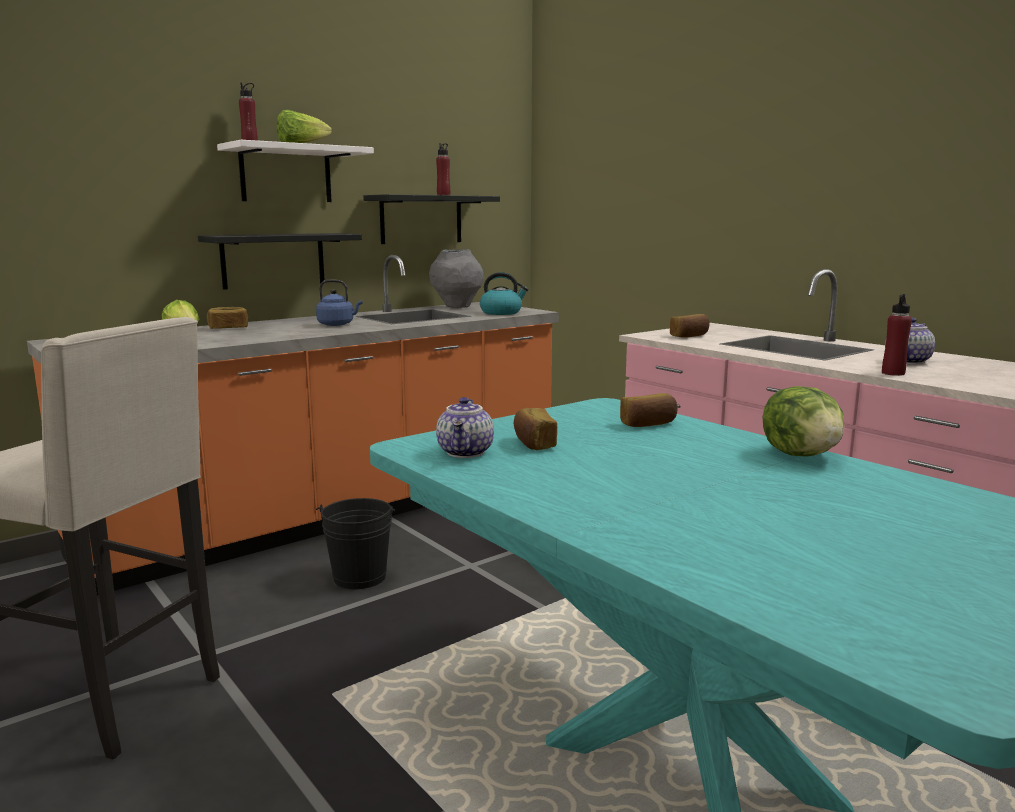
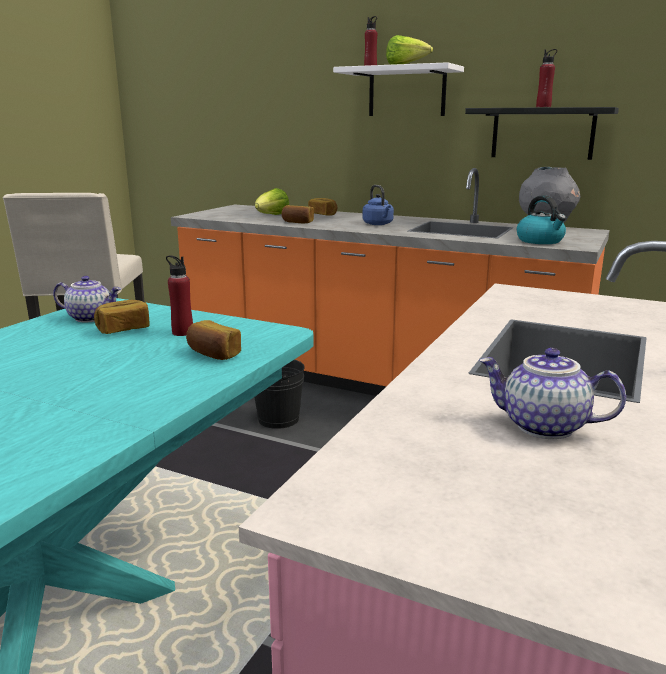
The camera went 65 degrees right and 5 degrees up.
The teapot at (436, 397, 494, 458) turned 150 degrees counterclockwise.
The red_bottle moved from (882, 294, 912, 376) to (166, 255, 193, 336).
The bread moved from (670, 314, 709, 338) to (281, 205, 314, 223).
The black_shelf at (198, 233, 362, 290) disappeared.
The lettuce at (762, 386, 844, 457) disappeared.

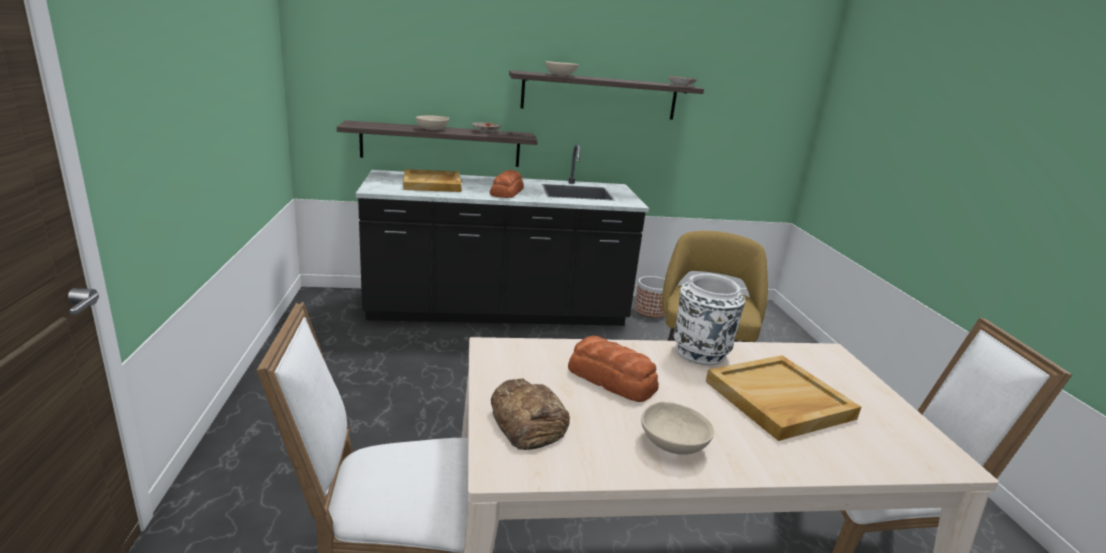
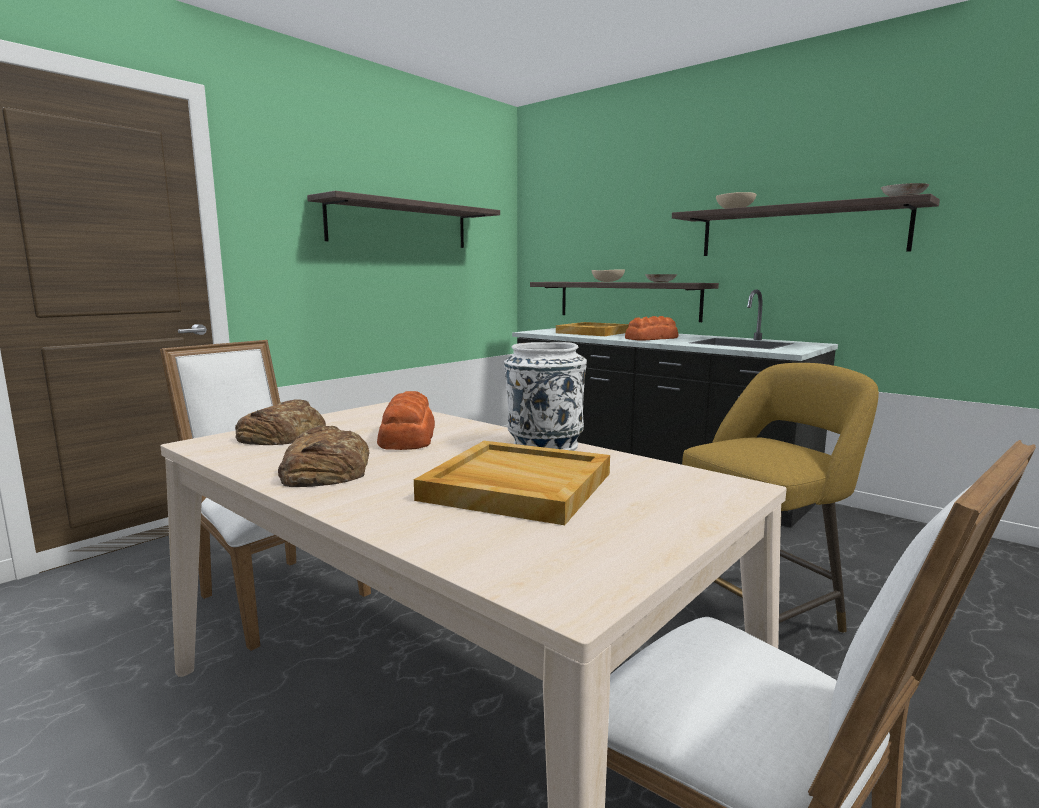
The camera went 50 degrees right and 10 degrees down.
The beige_bowl at (641, 402, 714, 455) was replaced by the bread at (278, 426, 370, 487).
The shelf at (307, 191, 500, 248) appeared.
The planter at (634, 276, 666, 318) disappeared.

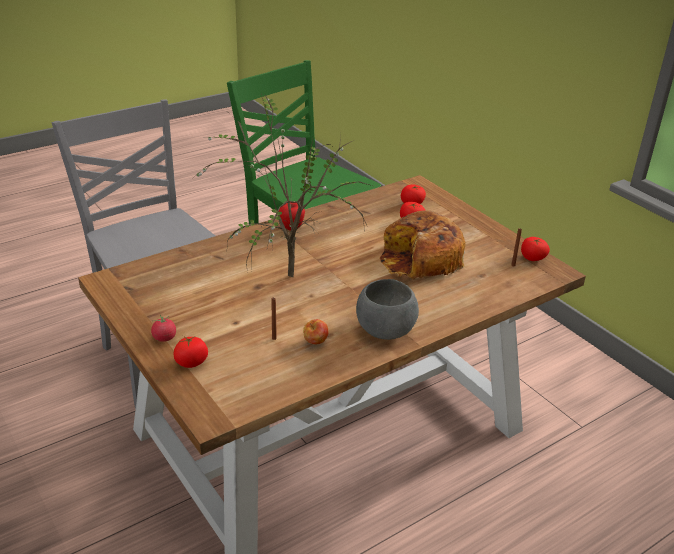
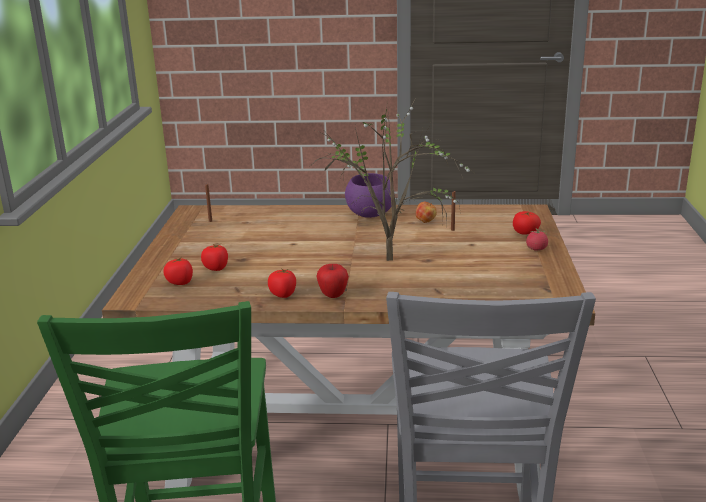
The camera went 140 degrees left and 10 degrees down.
The tomato moved from (521, 237, 550, 261) to (268, 268, 296, 298).
The grey_bowl at (356, 279, 419, 340) became the purple_bowl at (345, 173, 391, 218).
The bread at (379, 210, 466, 280) disappeared.

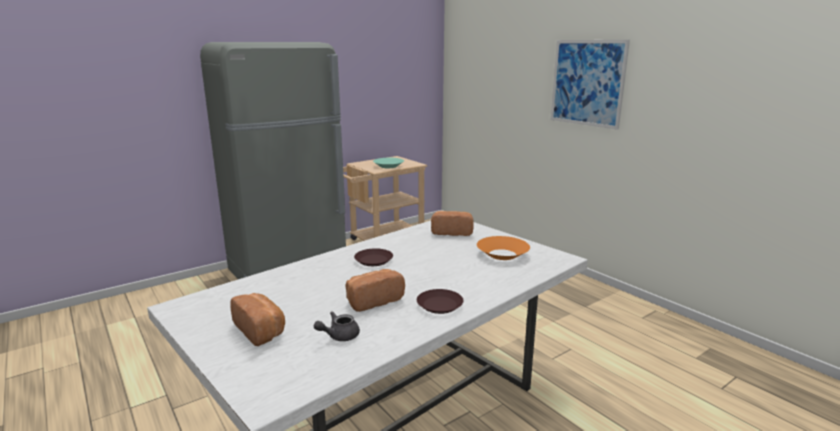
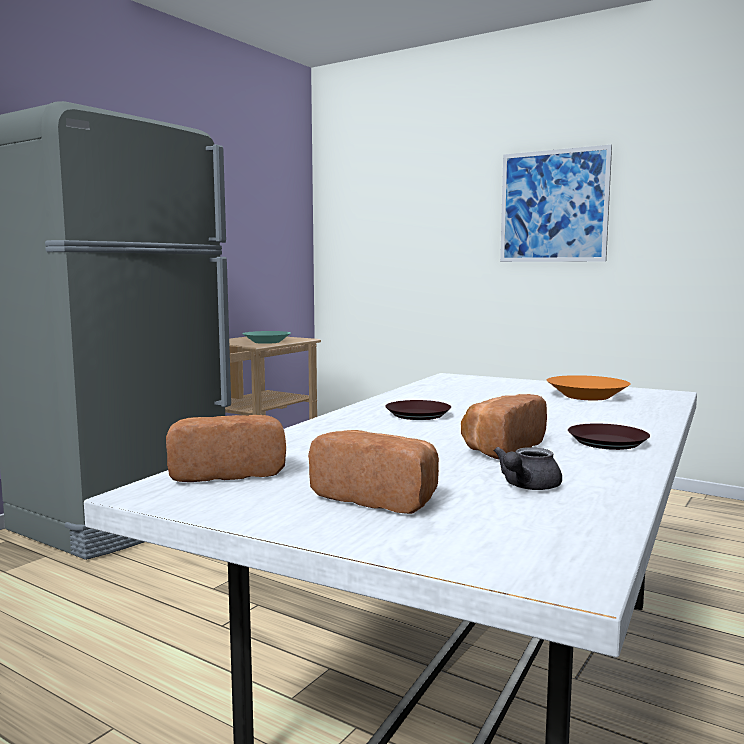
The camera went 20 degrees left and 10 degrees down.
The bread moved from (431, 211, 474, 236) to (166, 415, 286, 482).

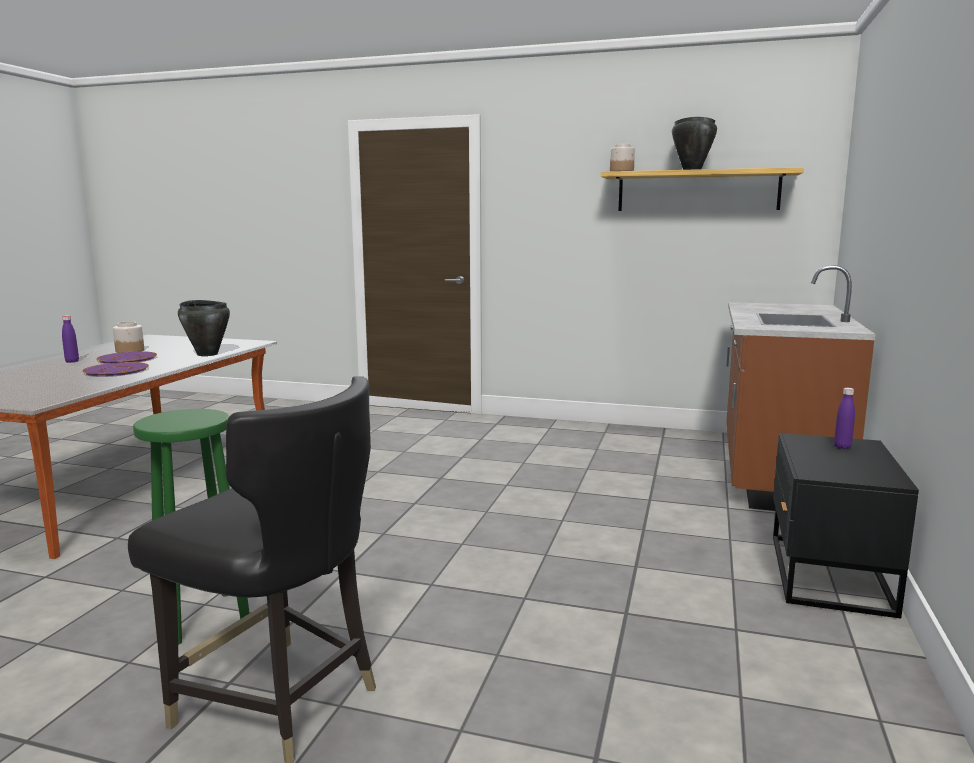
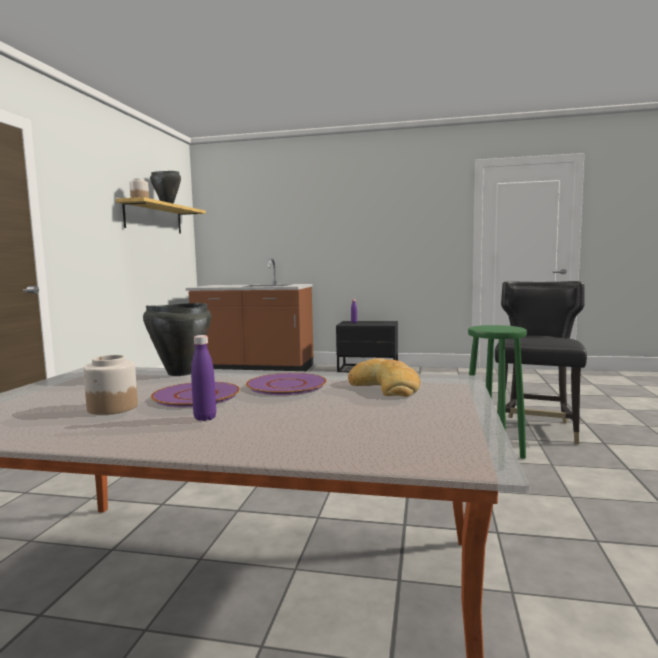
The camera went 95 degrees left and 5 degrees down.
The bread at (348, 358, 421, 397) appeared.

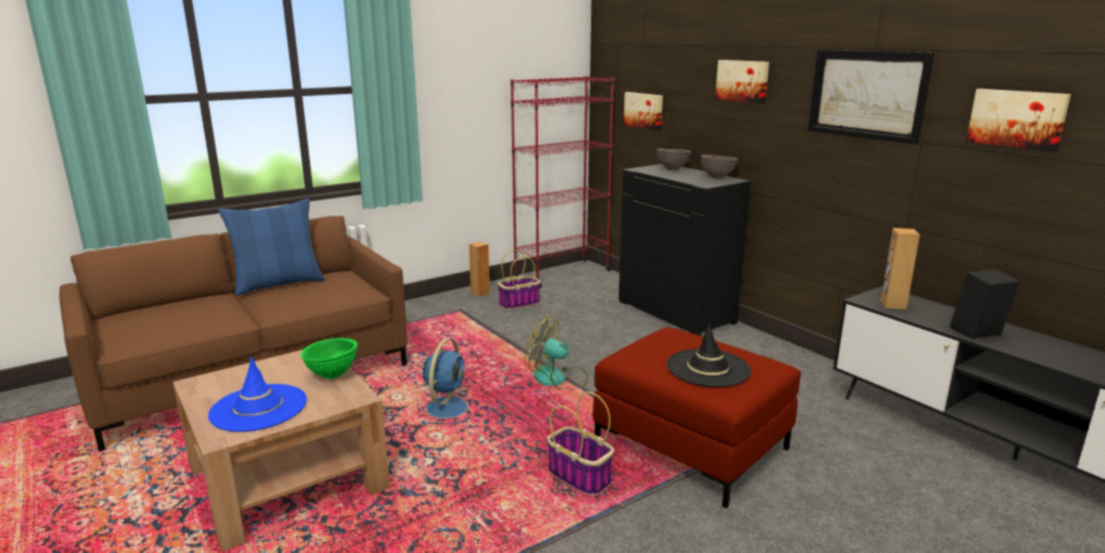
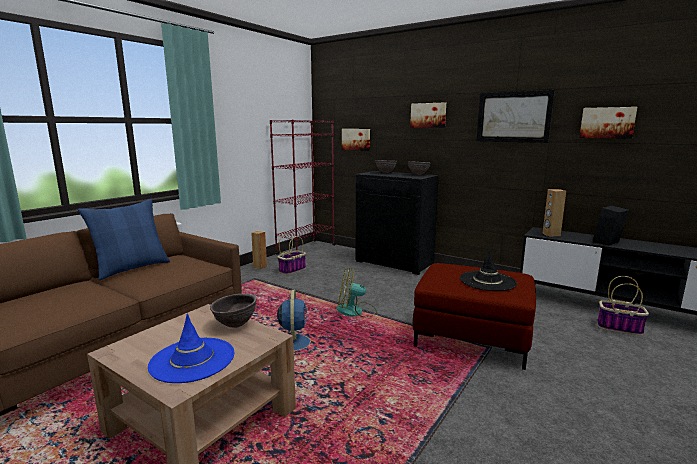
The camera went 20 degrees left and 5 degrees down.
The green_bowl at (301, 338, 358, 379) became the brown_bowl at (210, 294, 257, 328).
The basket moved from (547, 392, 614, 496) to (597, 276, 649, 336).

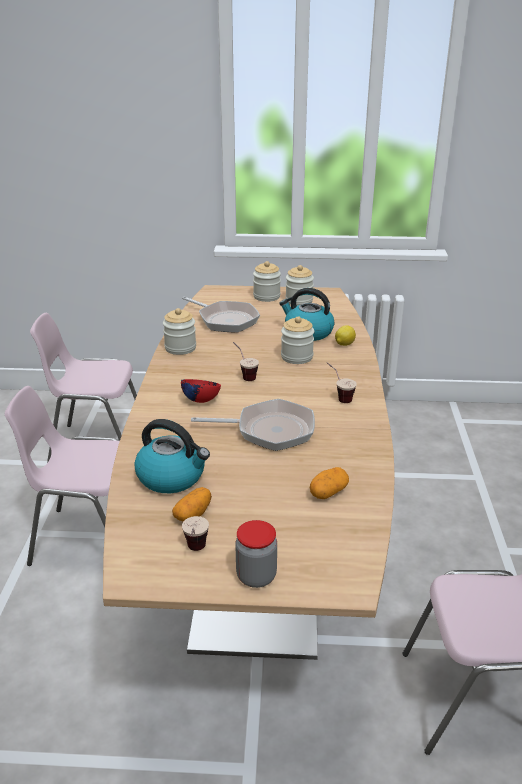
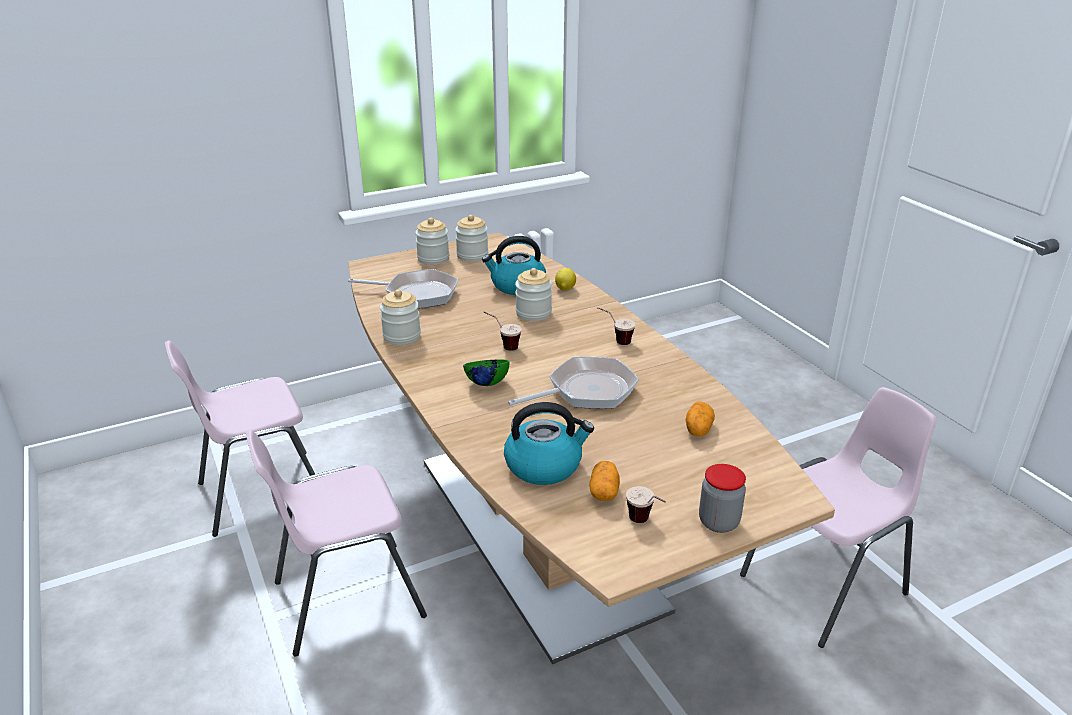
The camera went 30 degrees left and 0 degrees up.
The red_bowl at (181, 379, 221, 403) became the green_bowl at (463, 360, 509, 386).

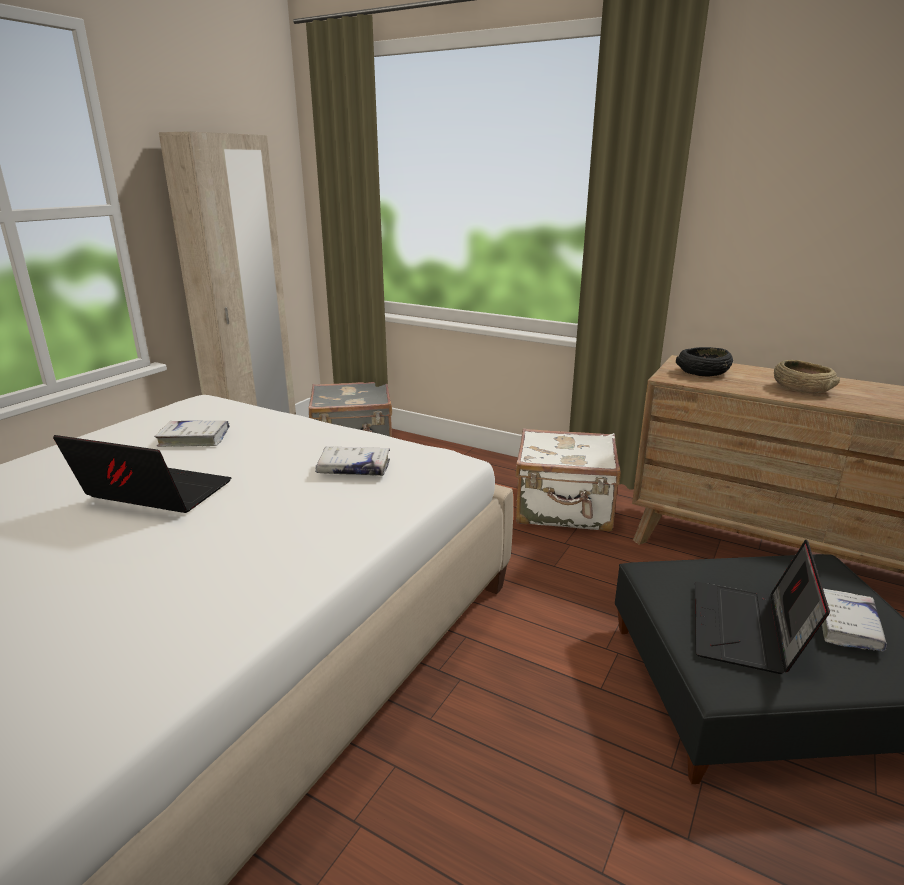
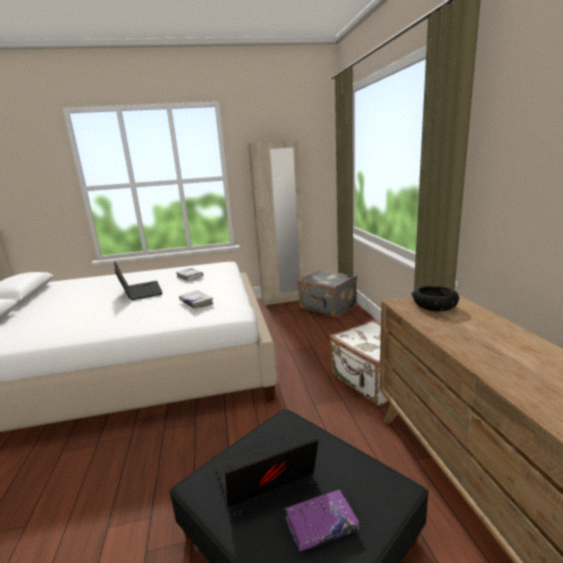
The camera went 50 degrees right and 5 degrees down.
The white_book at (822, 588, 887, 651) became the purple_book at (285, 490, 359, 551).
The beige_bowl at (774, 360, 840, 394) disappeared.

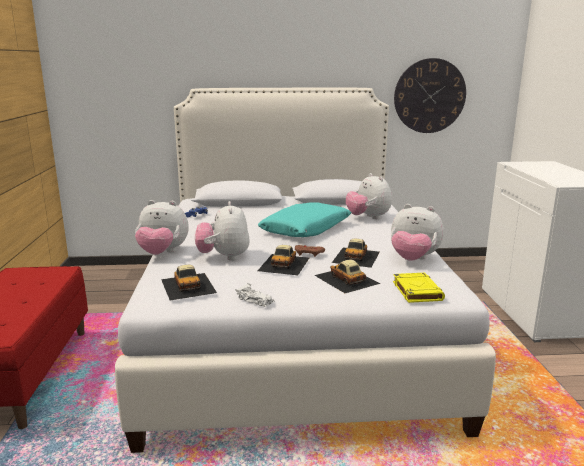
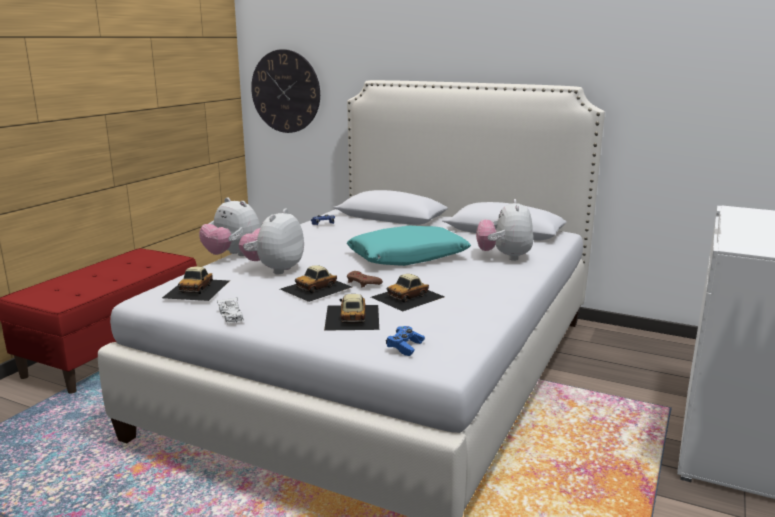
The camera went 30 degrees right and 0 degrees up.
The wall_clock moved from (394, 58, 466, 133) to (251, 49, 320, 133).
The yellow_book at (393, 273, 445, 303) was replaced by the blue_game_controller at (386, 326, 425, 356).
The plush_toy at (391, 204, 444, 261) disappeared.

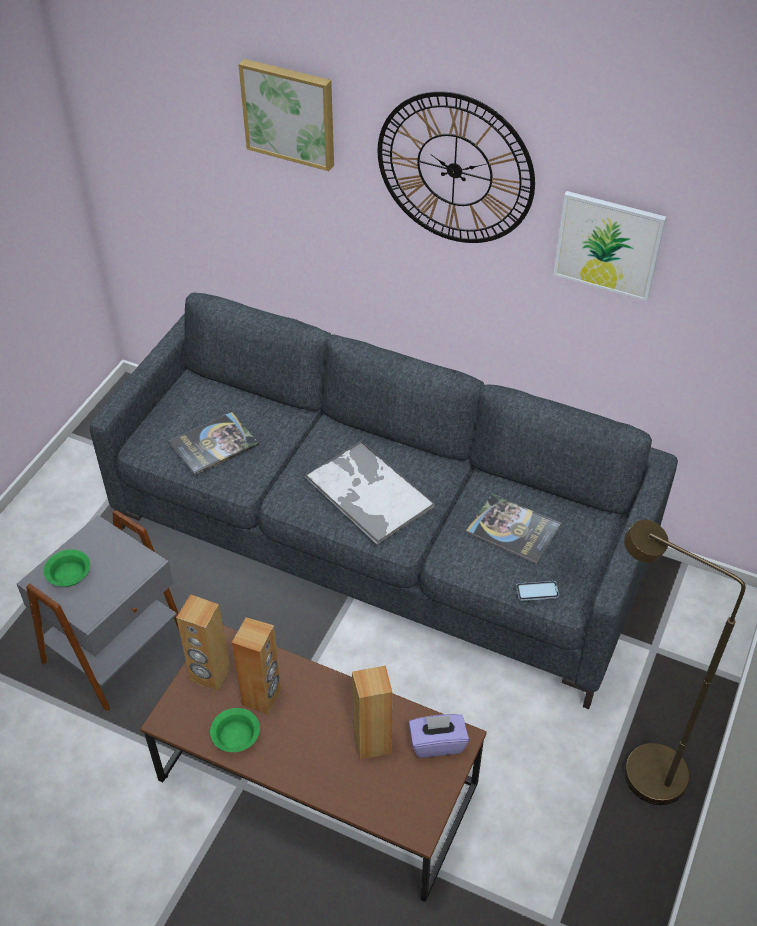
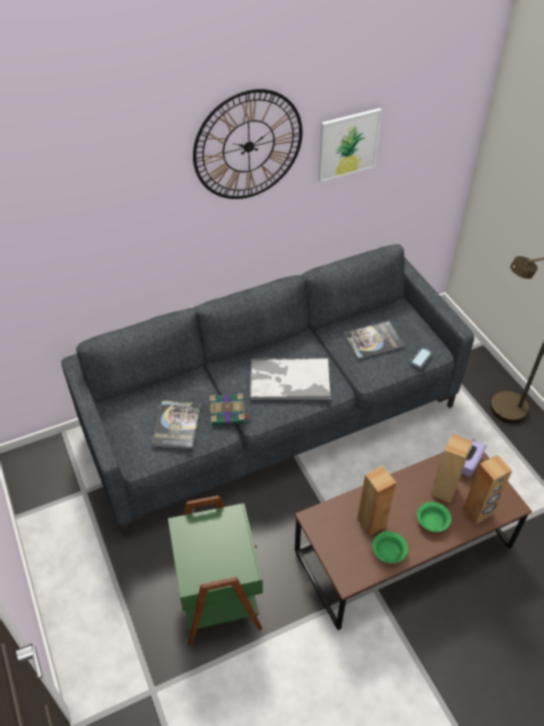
The camera went 50 degrees left and 0 degrees up.
The grey_side_table at (17, 510, 179, 712) became the green_side_table at (168, 495, 263, 647).
The book at (210, 393, 250, 425) appeared.
The green_bowl moved from (44, 549, 90, 587) to (417, 502, 451, 532).
The brown_speaker moved from (176, 594, 231, 691) to (463, 455, 512, 524).
The picture at (238, 59, 334, 171) disappeared.

